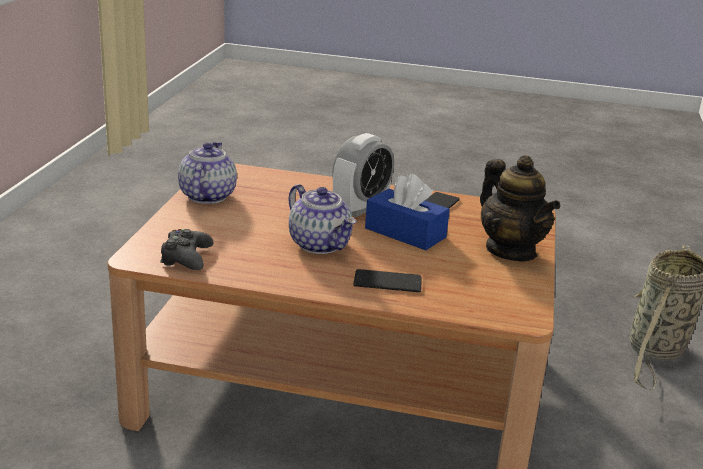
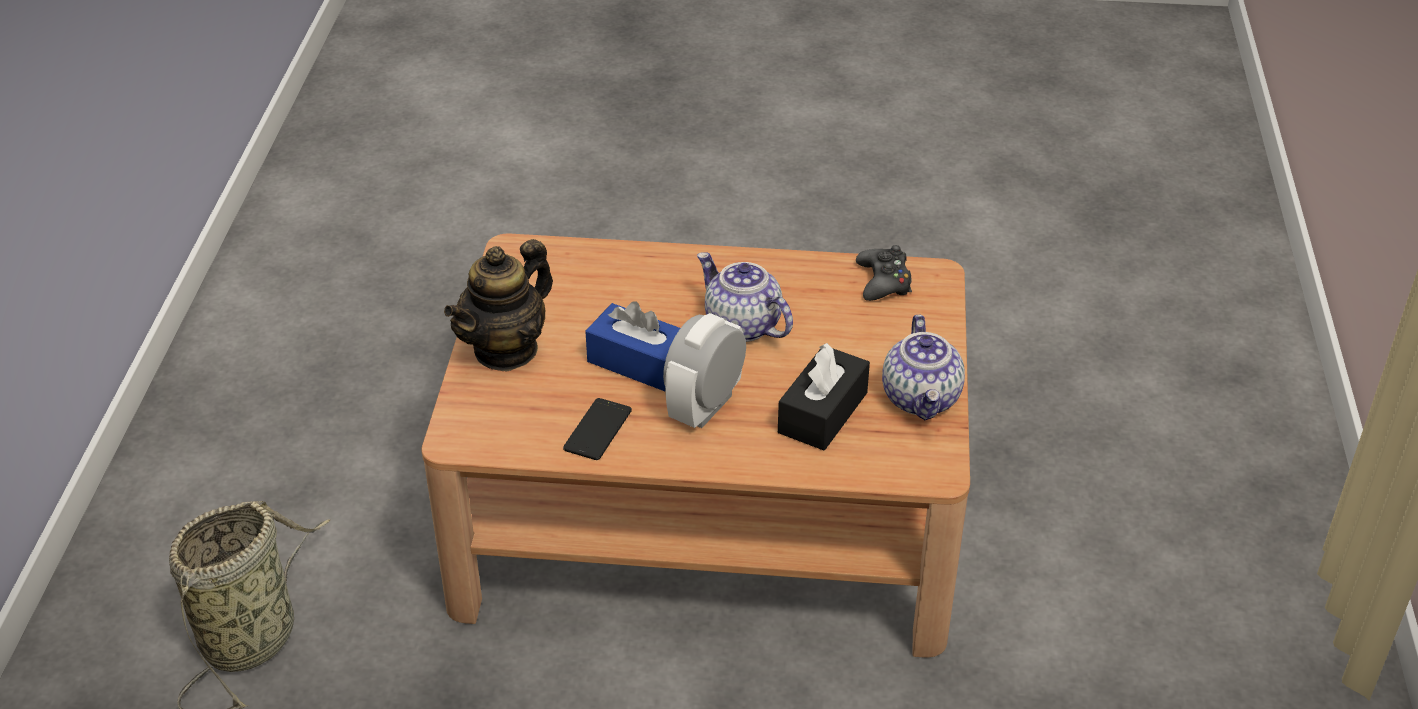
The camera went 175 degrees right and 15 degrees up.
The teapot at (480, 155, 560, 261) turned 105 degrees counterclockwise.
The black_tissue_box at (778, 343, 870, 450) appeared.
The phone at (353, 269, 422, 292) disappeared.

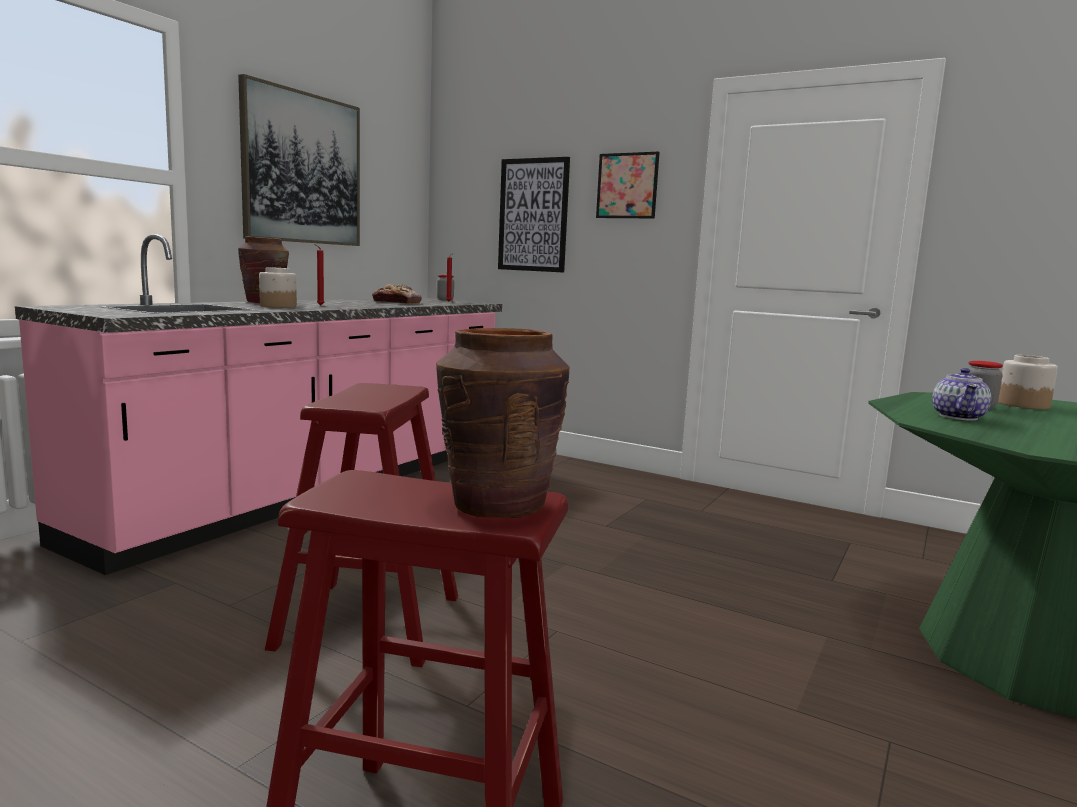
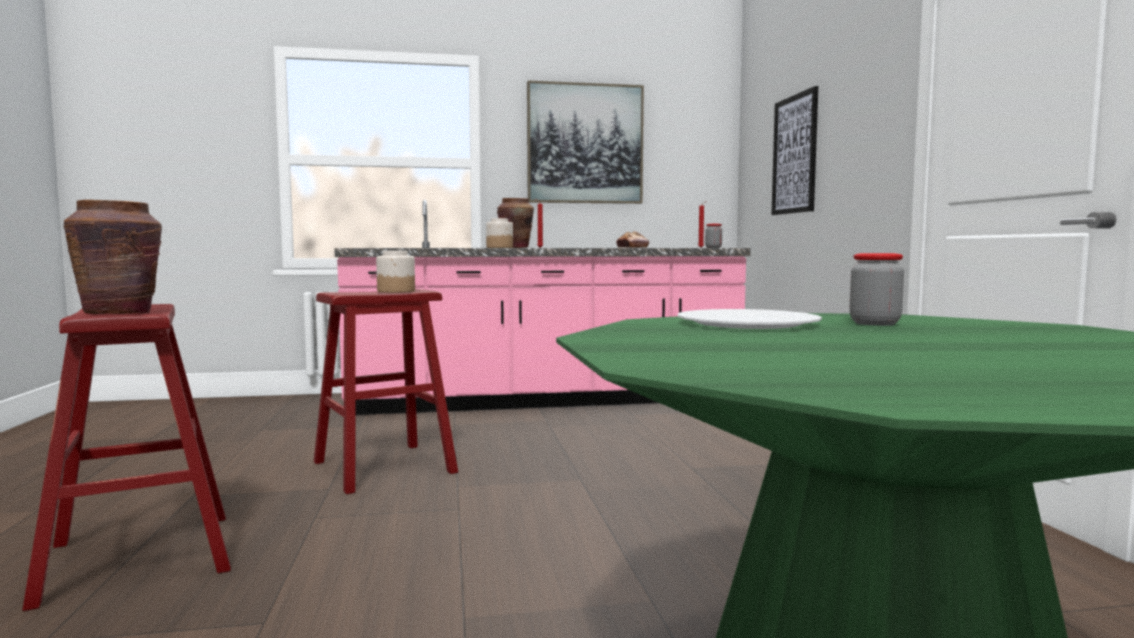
The camera went 50 degrees right and 5 degrees down.
The jar moved from (998, 355, 1058, 409) to (376, 251, 415, 293).
The teapot at (932, 368, 991, 421) was replaced by the white_plate at (678, 309, 822, 329).
The picture at (596, 152, 660, 218) disappeared.

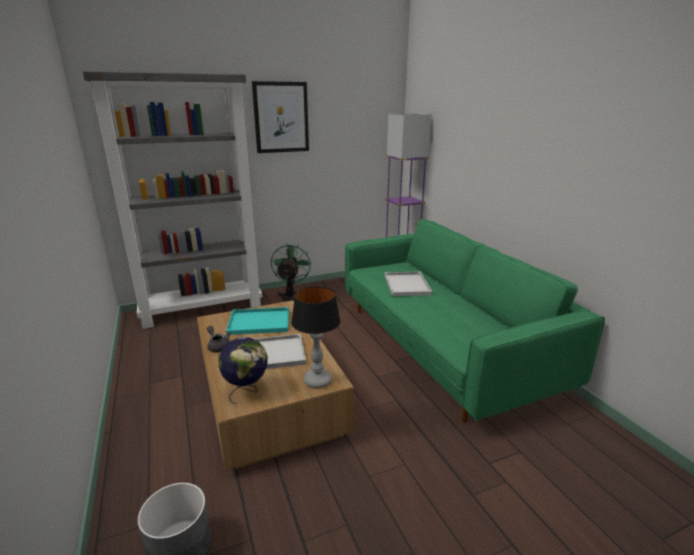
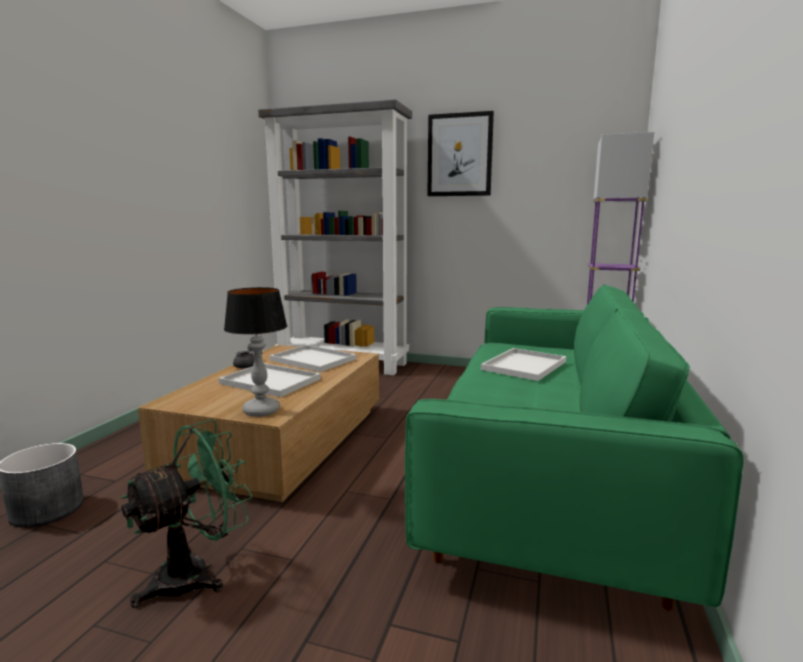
The camera went 40 degrees right and 10 degrees down.
The green_fan moved from (271, 243, 311, 301) to (121, 419, 253, 608).
The turquoise_tray at (226, 307, 289, 335) became the white_tray at (270, 345, 356, 372).
The globe at (218, 337, 268, 405) disappeared.

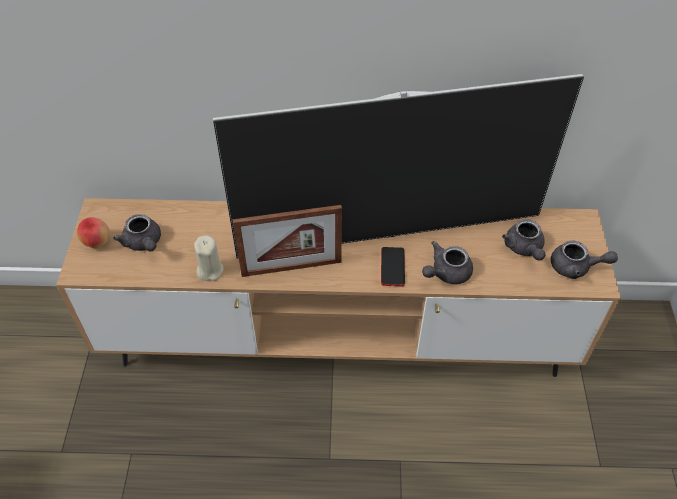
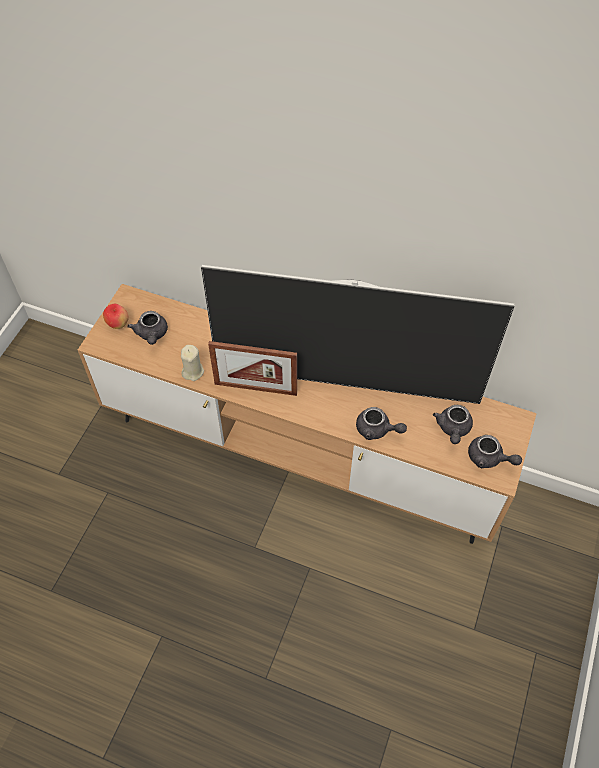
The camera went 20 degrees right and 5 degrees up.
The grey_teapot at (422, 241, 473, 284) turned 135 degrees counterclockwise.
The phone at (381, 247, 405, 286) disappeared.

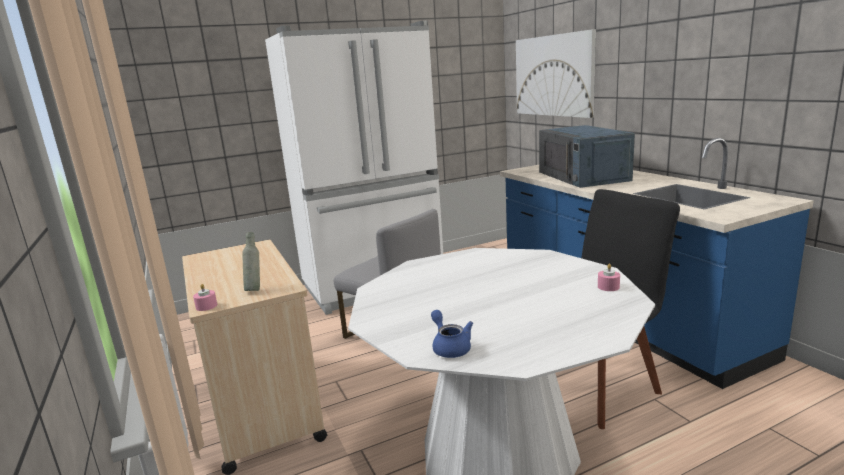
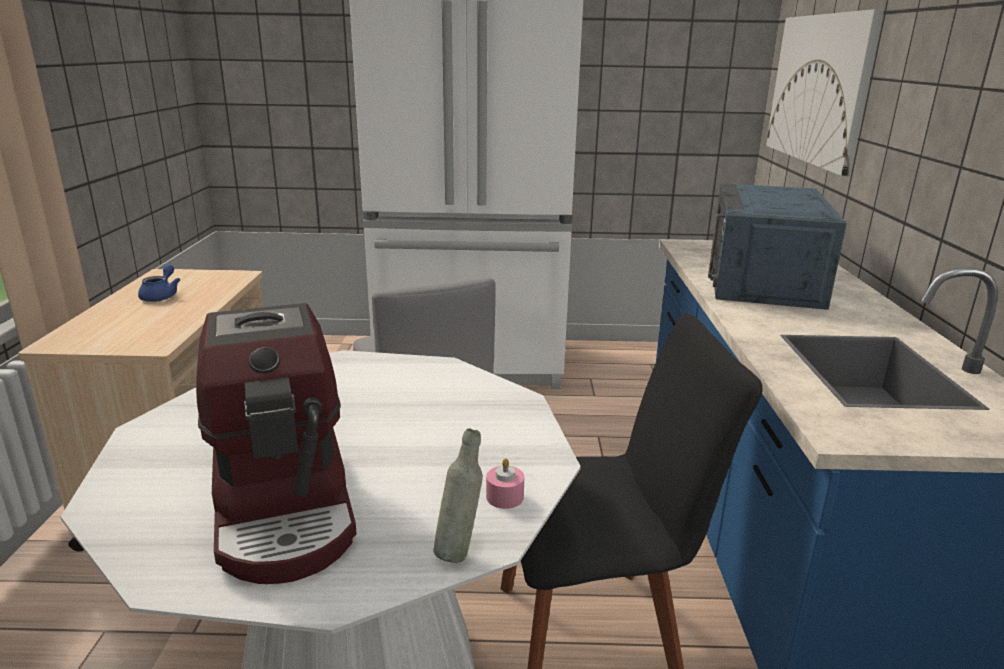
The camera went 25 degrees right and 5 degrees up.
The blue_teapot moved from (431, 310, 473, 358) to (138, 264, 180, 302).
The coffee_machine at (196, 303, 357, 584) appeared.
The grey_bottle moved from (242, 232, 260, 291) to (433, 428, 483, 563).
The pink_candle at (193, 284, 217, 311) disappeared.

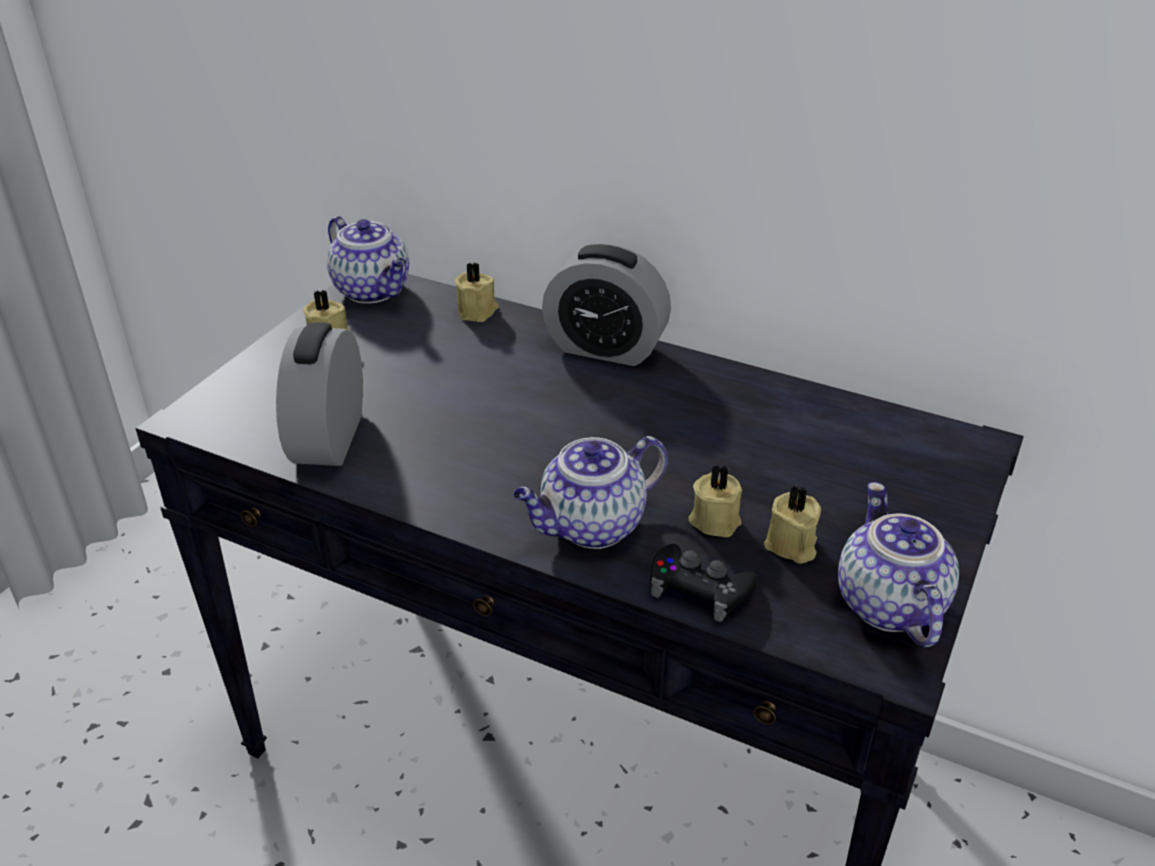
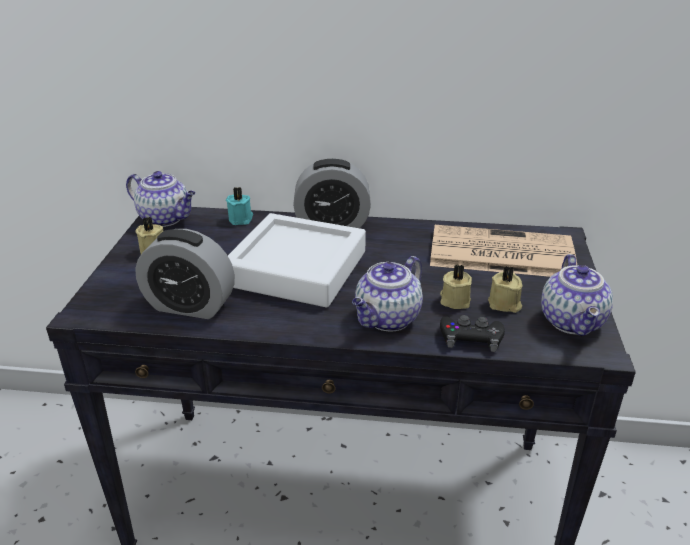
The camera went 20 degrees left and 5 degrees down.
The alarm_clock at (276, 322, 363, 466) turned 60 degrees counterclockwise.
The beige_candle at (455, 262, 498, 322) became the turquoise_candle at (226, 187, 253, 225).
The white_tray at (228, 213, 366, 308) appeared.
The newspaper at (430, 225, 577, 277) appeared.
The teapot at (838, 482, 959, 647) turned 150 degrees counterclockwise.

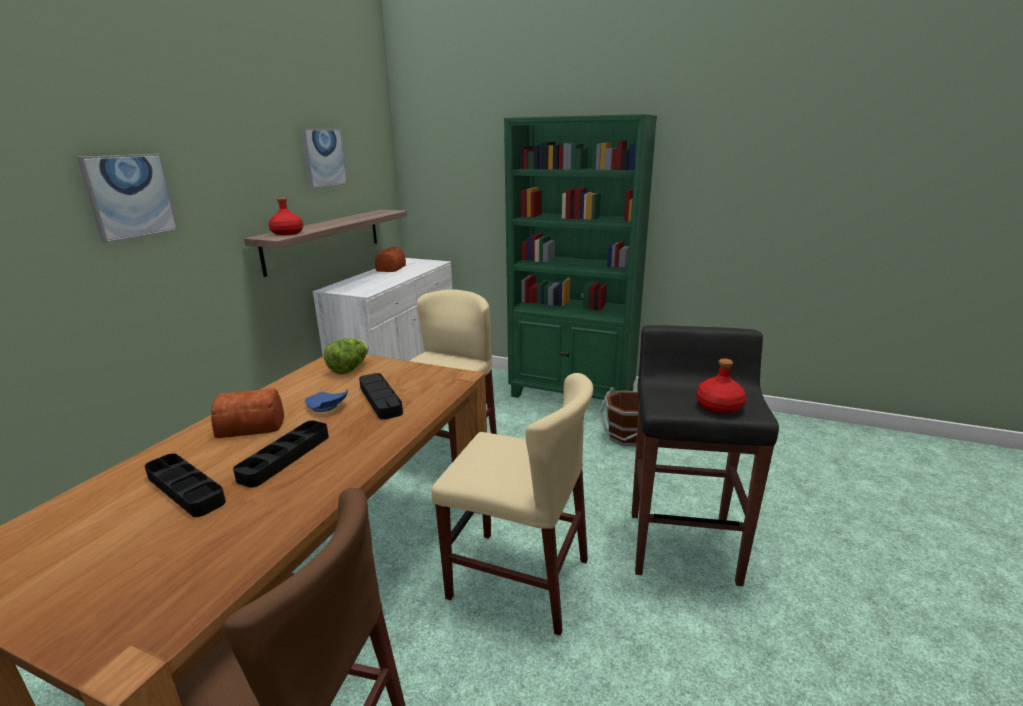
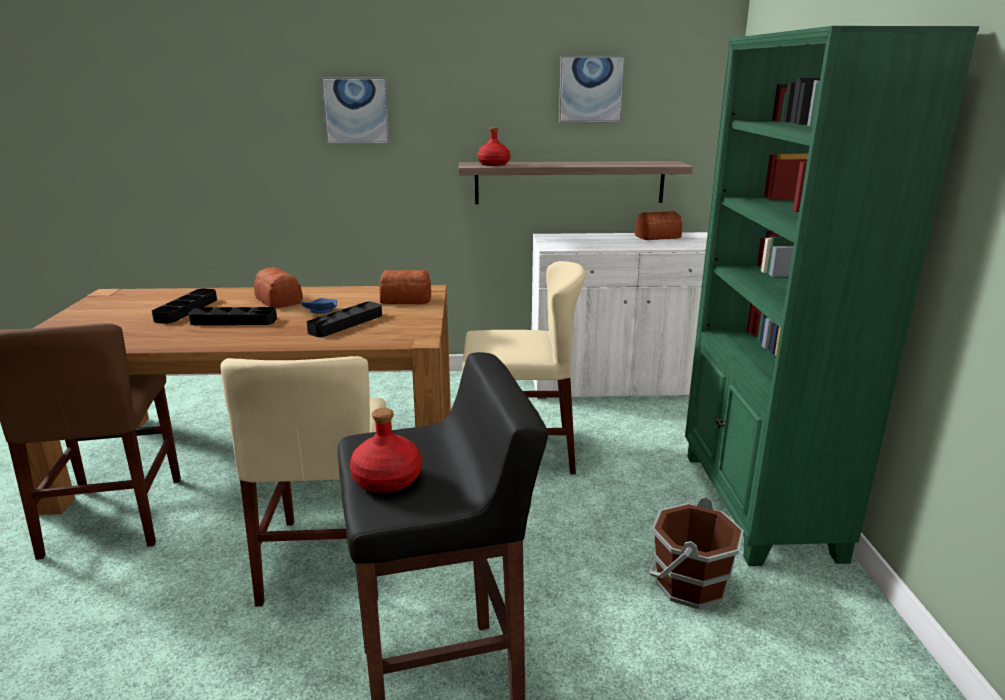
The camera went 65 degrees right and 0 degrees up.
The lettuce at (324, 338, 369, 374) was replaced by the bread at (380, 270, 431, 304).

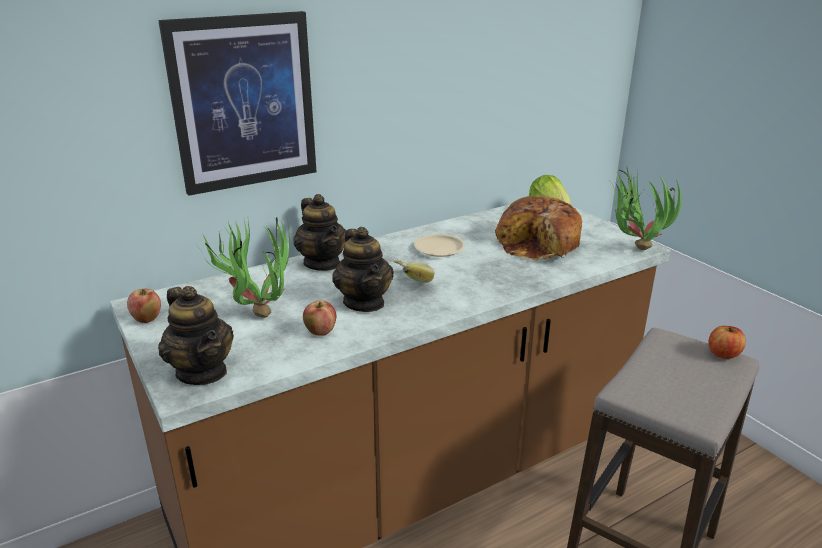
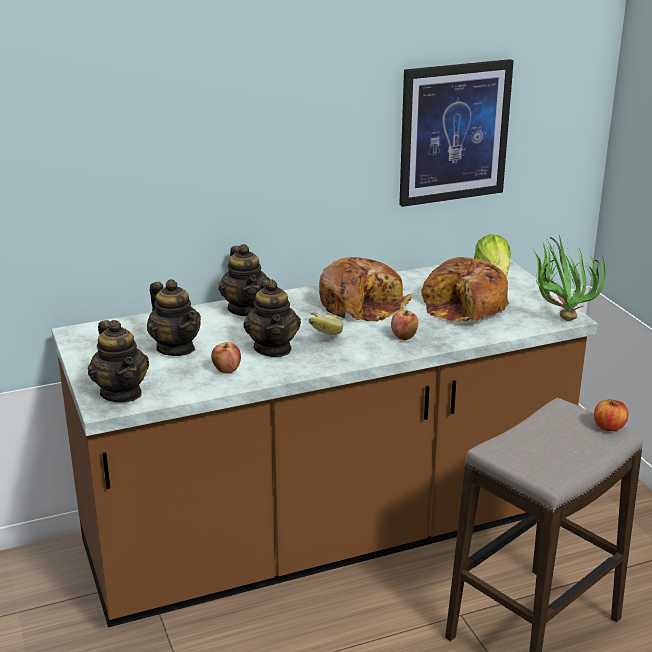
The camera went 10 degrees right and 0 degrees up.
The potted_plant at (196, 217, 290, 318) was replaced by the teapot at (147, 279, 201, 356).
The beige_plate at (414, 234, 465, 257) was replaced by the bread at (319, 257, 412, 322).
The apple moved from (127, 289, 161, 323) to (391, 310, 418, 340).
The picture moved from (158, 11, 316, 196) to (399, 59, 514, 207).

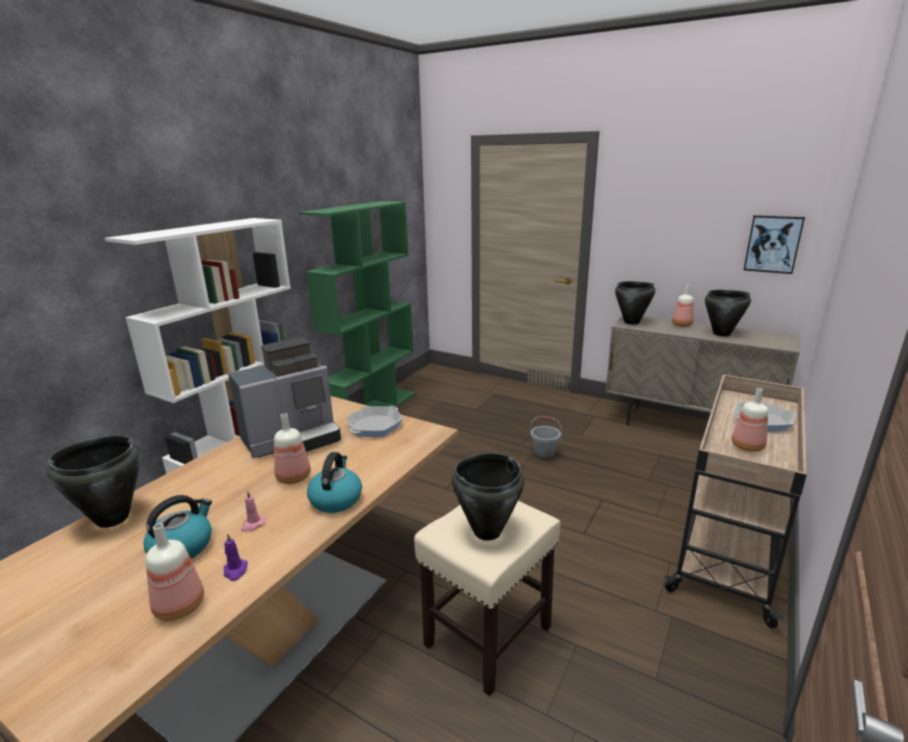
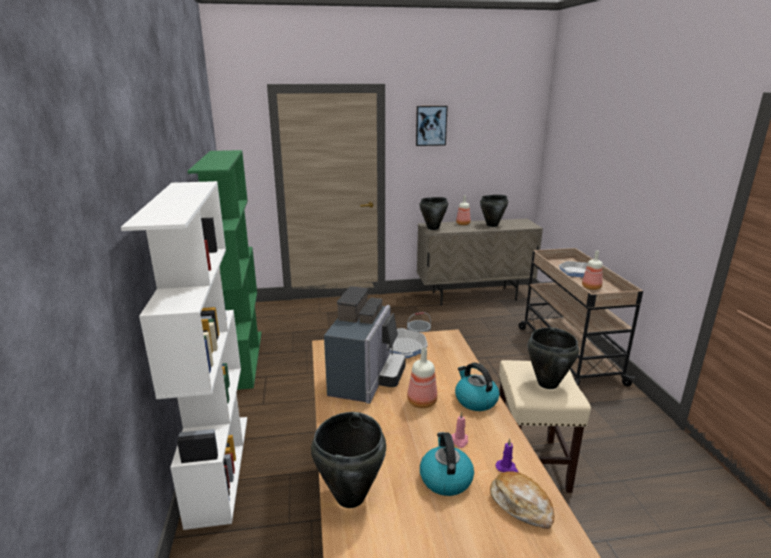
The camera went 40 degrees left and 0 degrees up.
The picture moved from (744, 215, 805, 274) to (416, 106, 448, 146).
The bottle at (146, 523, 204, 621) was replaced by the bread at (490, 471, 555, 529).

